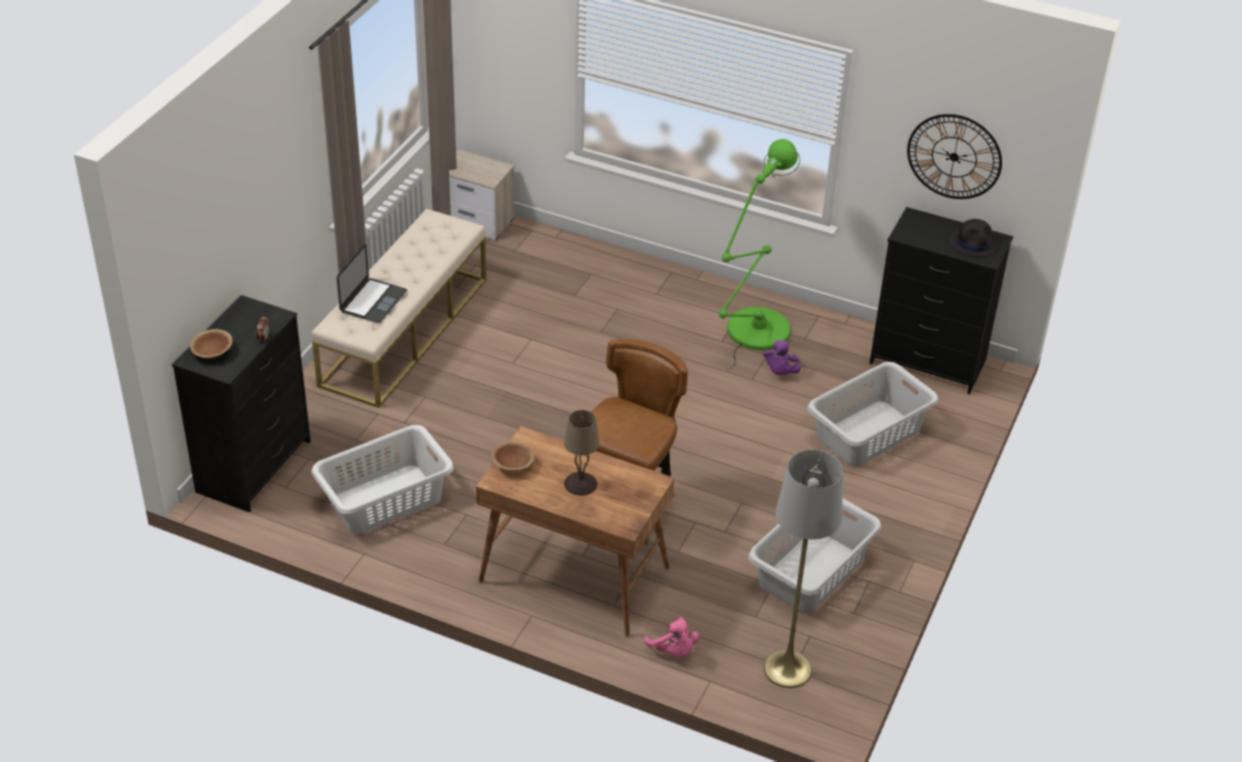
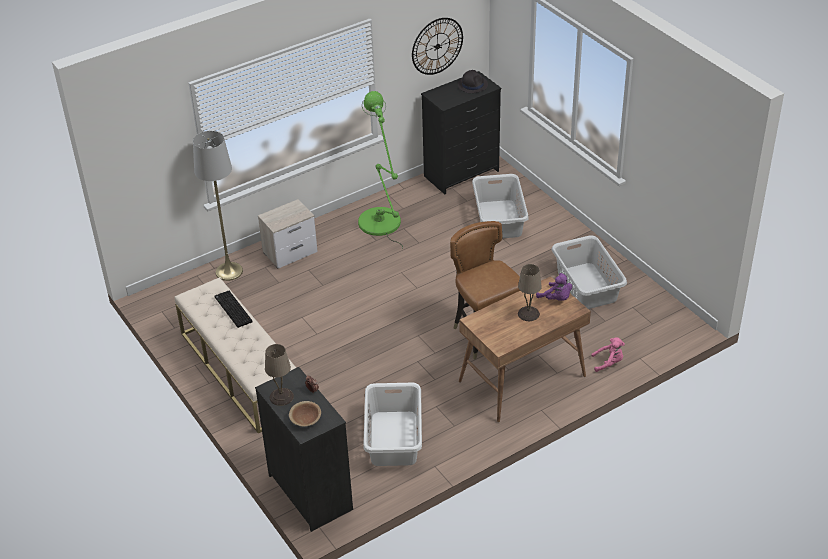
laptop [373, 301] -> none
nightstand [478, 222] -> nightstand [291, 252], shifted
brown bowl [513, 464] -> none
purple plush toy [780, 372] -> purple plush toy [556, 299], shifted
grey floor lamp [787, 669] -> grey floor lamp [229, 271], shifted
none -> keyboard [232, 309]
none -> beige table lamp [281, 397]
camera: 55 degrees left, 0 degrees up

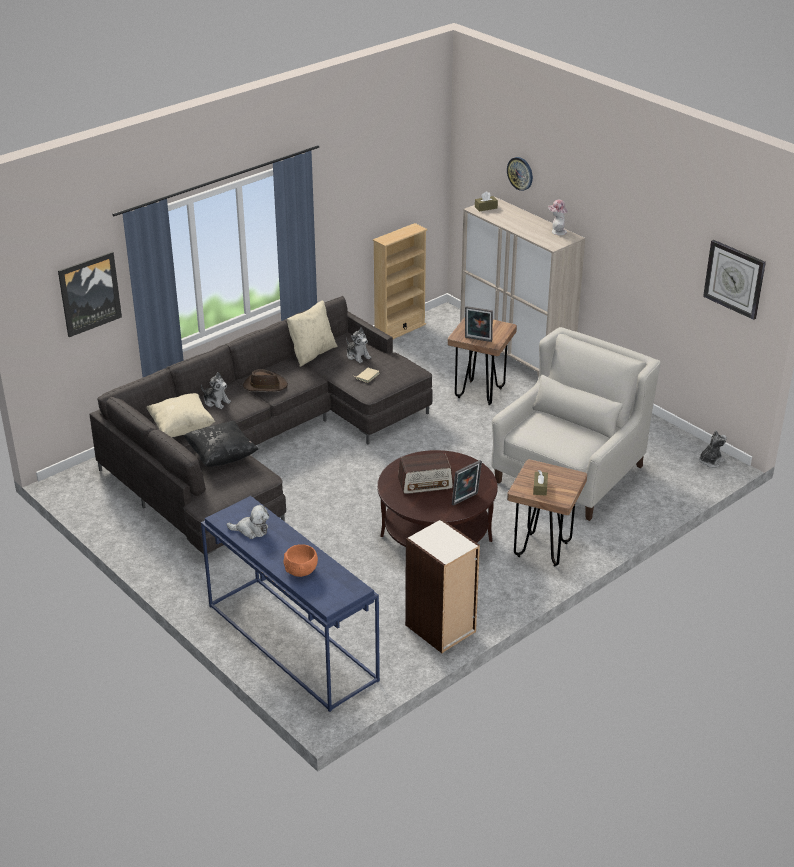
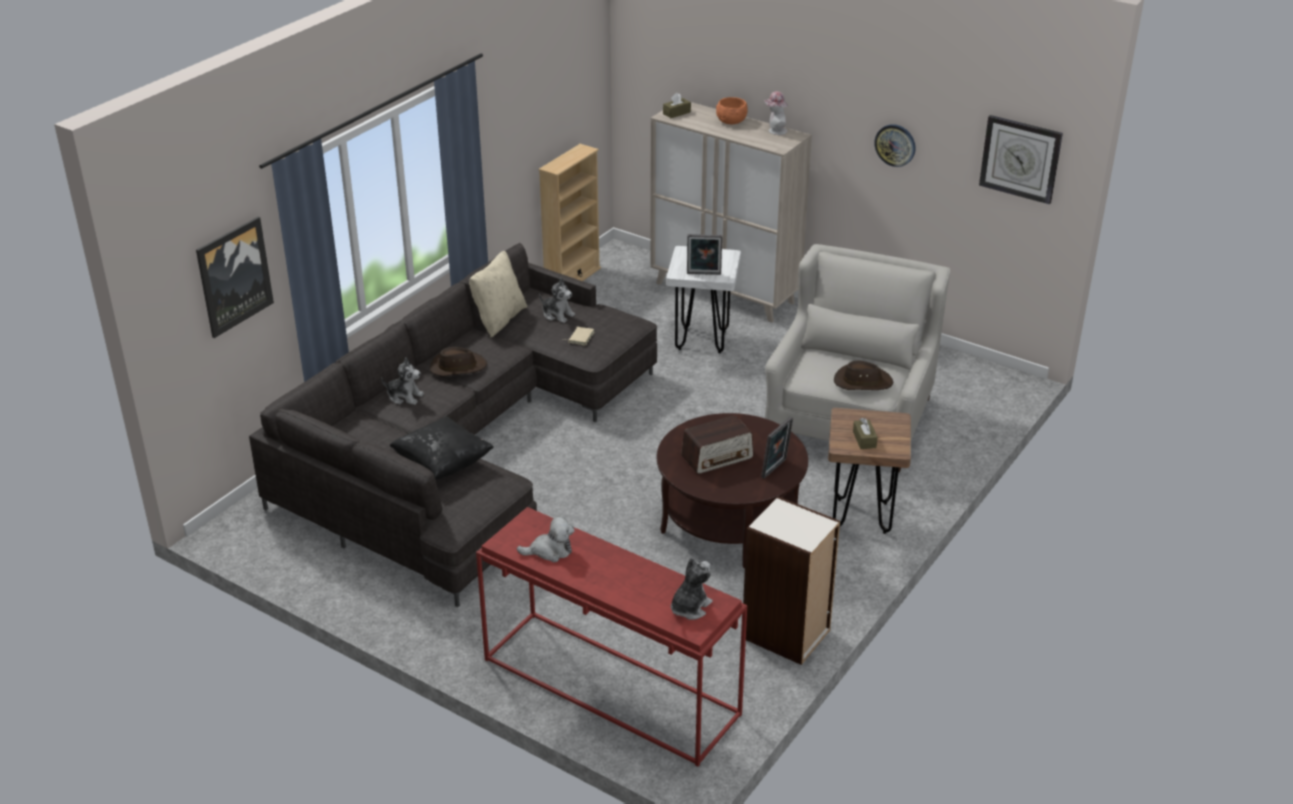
beige pillow [182, 428] -> none
blue console table [289, 642] -> red console table [608, 687]
orange bowl [301, 571] -> orange bowl [732, 121], shifted
brown stool [480, 393] -> white stool [702, 340]
wall clock [520, 173] -> wall clock [895, 145], shifted
plush toy [710, 461] -> plush toy [689, 607], shifted
none -> brown hat [862, 382]
camera: 15 degrees left, 0 degrees up

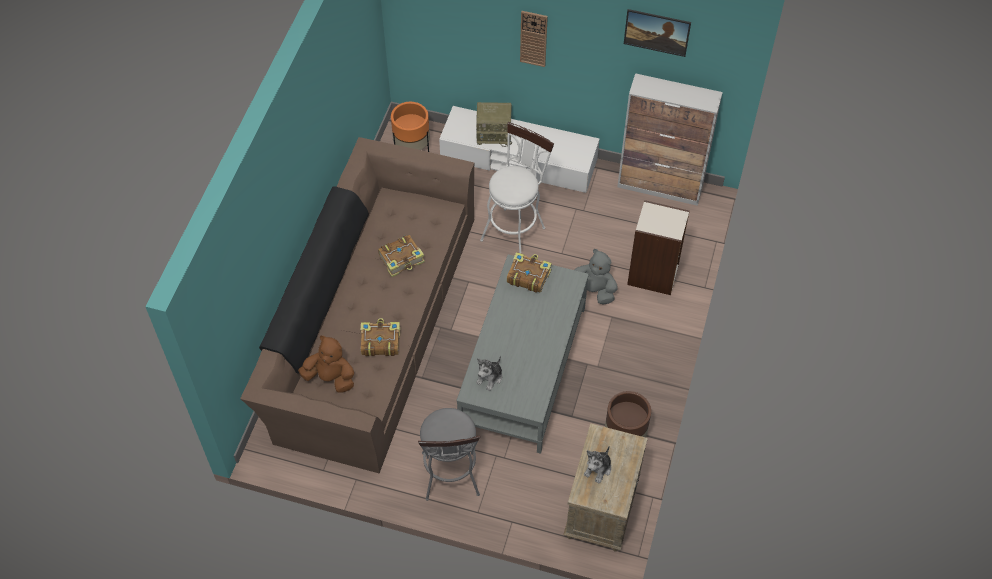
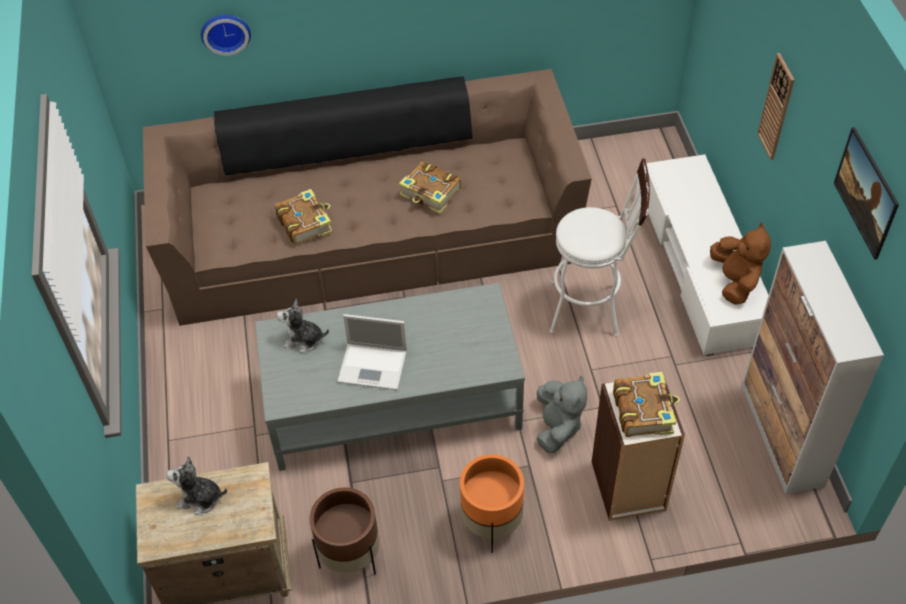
brown plush toy [330, 378] -> brown plush toy [735, 281], shifted
orange planter [412, 148] -> orange planter [491, 523], shifted
grey stool [451, 479] -> none
radio [494, 134] -> none
book [528, 276] -> book [643, 410], shifted
none -> wall clock [225, 31]
none -> laptop [374, 366]
camera: 65 degrees right, 5 degrees down

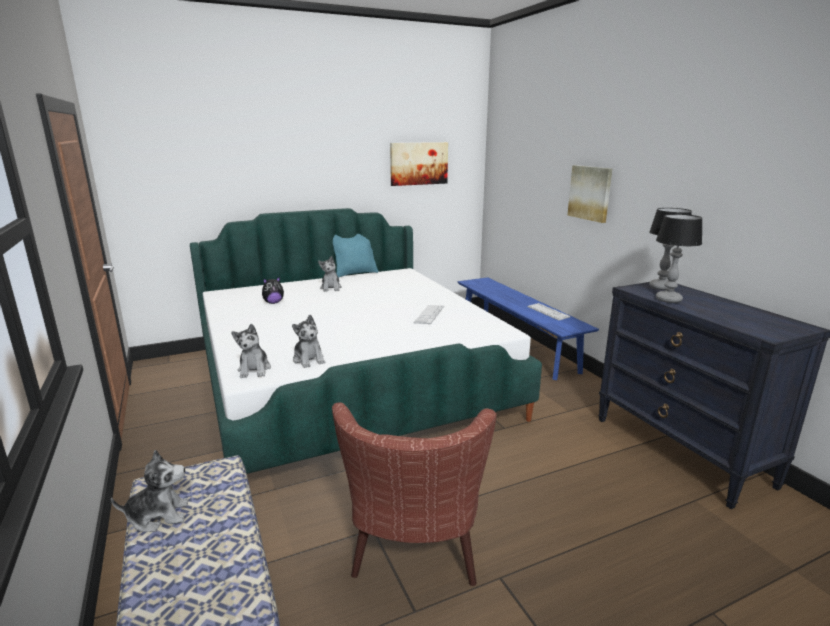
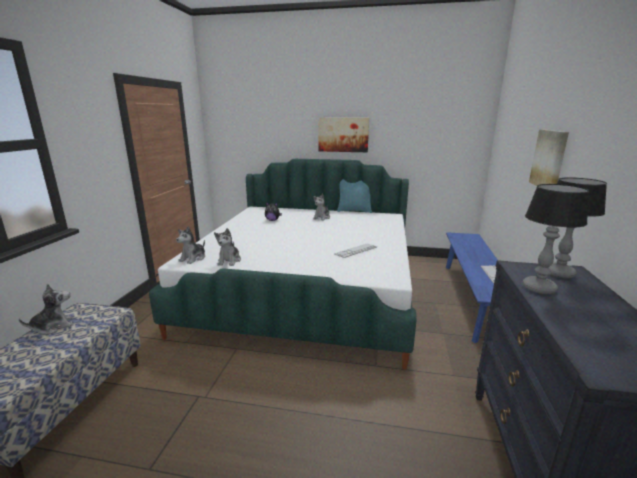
plush toy [158, 516] -> plush toy [53, 326], 60 degrees counterclockwise
brown armchair [415, 551] -> none
picture [418, 163] -> picture [343, 134], shifted
camera: 35 degrees right, 0 degrees up

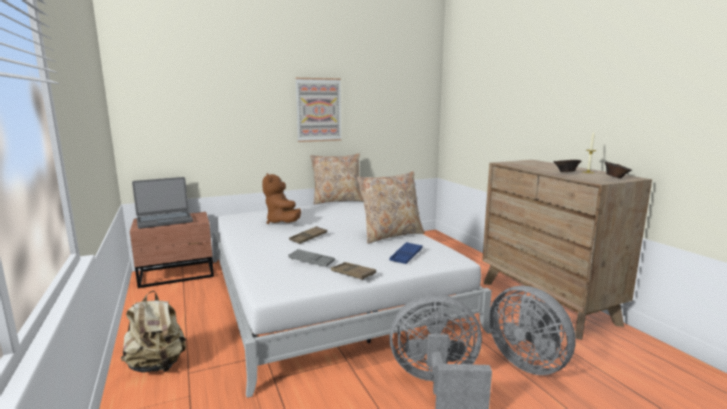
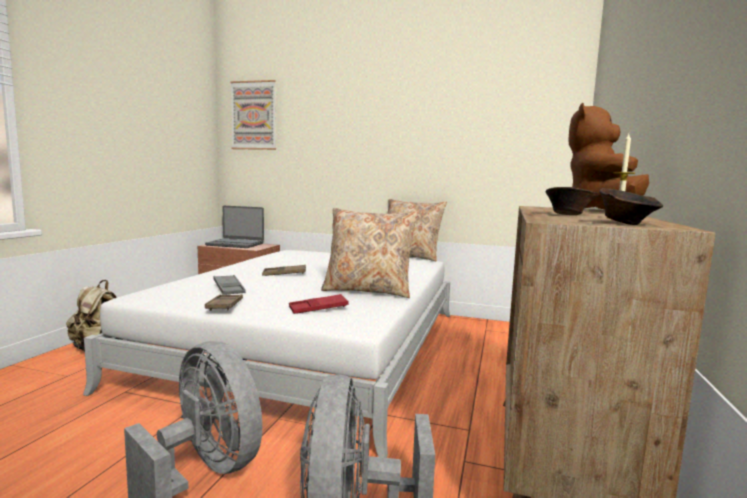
brown plush toy [282, 222] -> brown plush toy [600, 211], shifted
picture [318, 110] -> picture [253, 115], shifted
blue tray [406, 256] -> red tray [318, 308]
camera: 40 degrees right, 5 degrees down

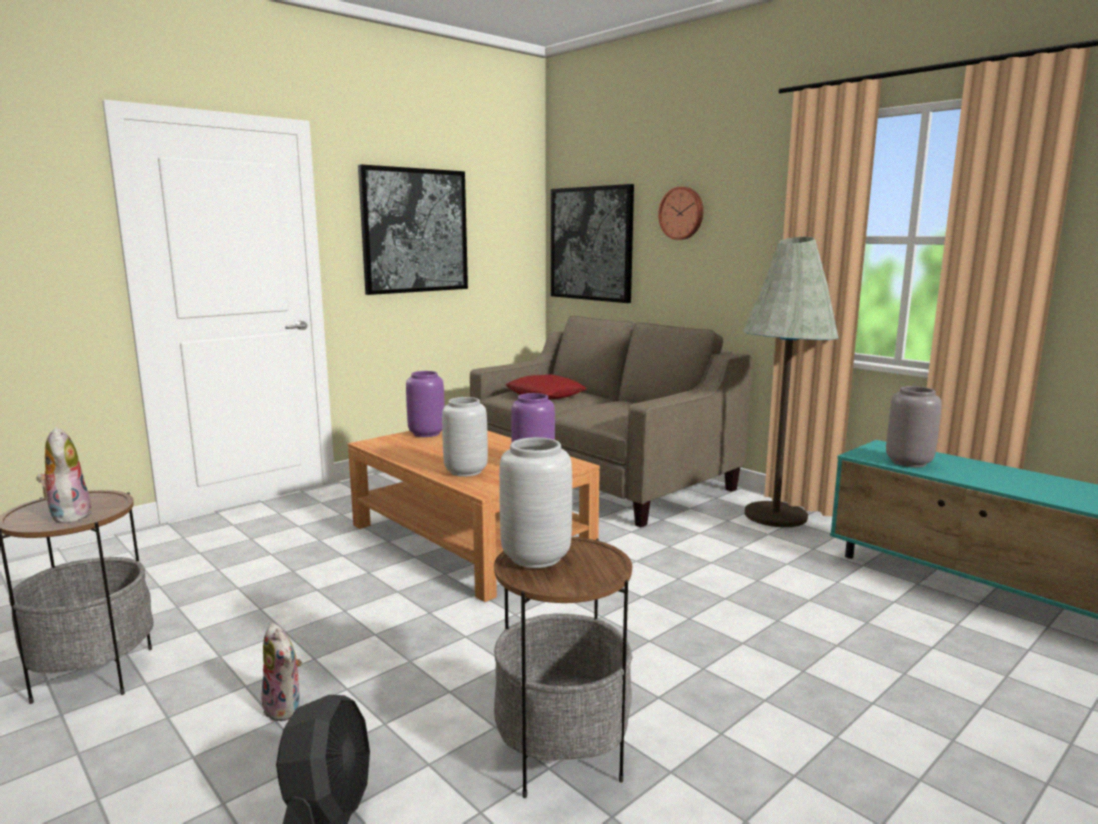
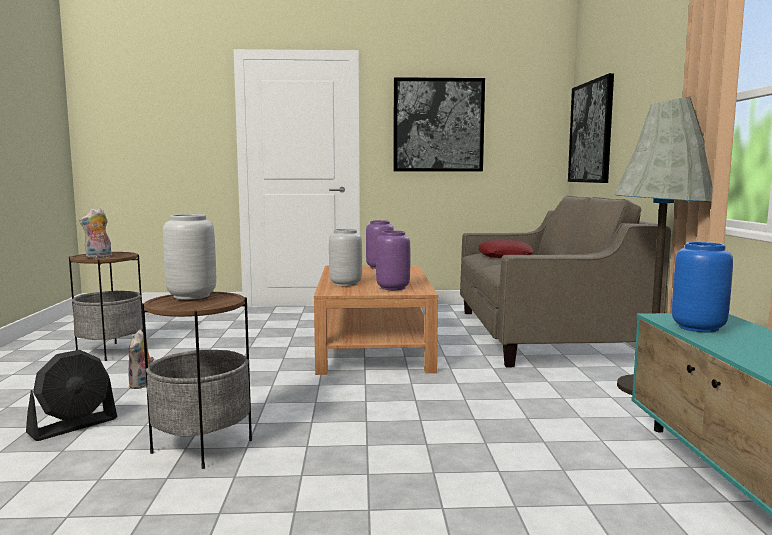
plush toy [68, 515] -> plush toy [98, 257], 150 degrees counterclockwise
wall clock [682, 213] -> none
grey vase [908, 462] -> blue vase [699, 327]
camera: 40 degrees right, 5 degrees down

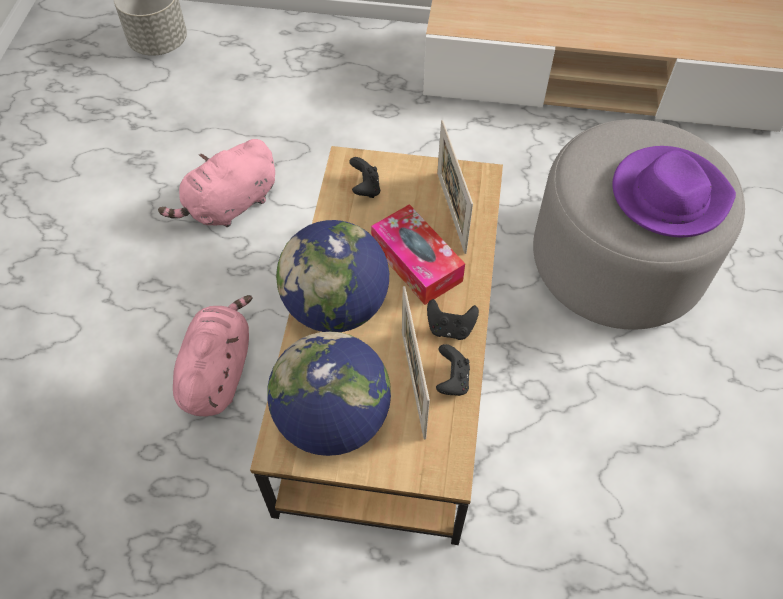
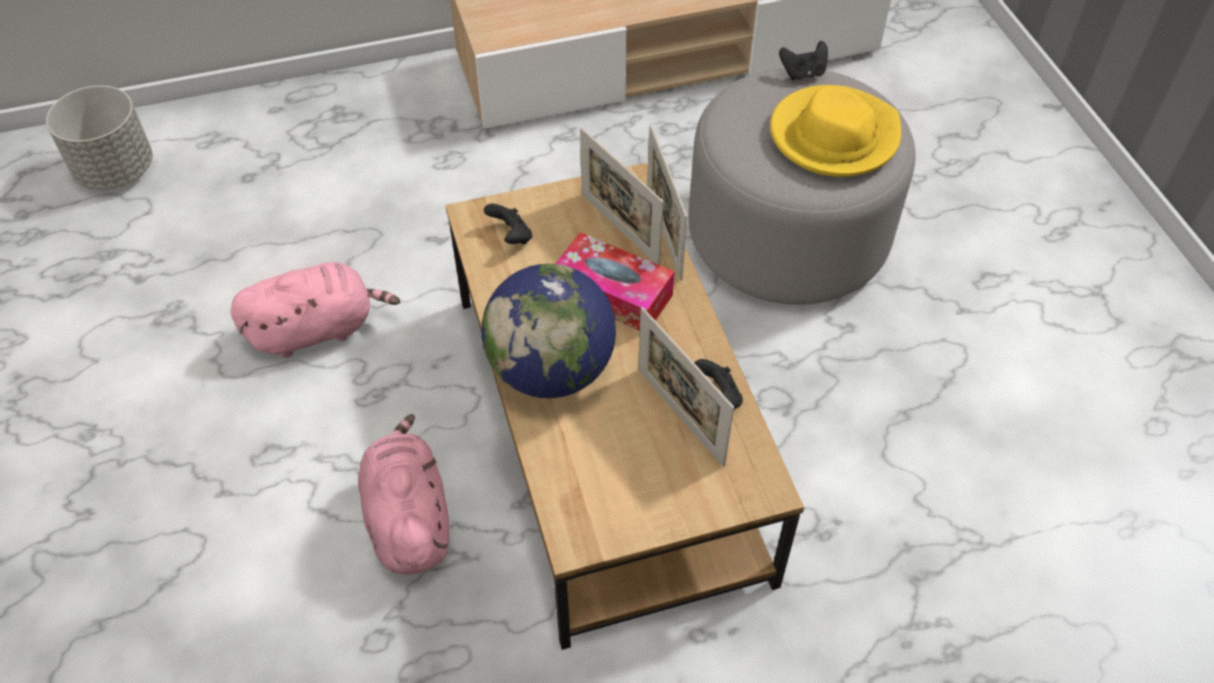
pink plush toy [229, 205] -> pink plush toy [317, 329], 135 degrees counterclockwise
globe [333, 419] -> none
black game controller [450, 328] -> black game controller [803, 73], shifted
purple hat [669, 195] -> yellow hat [833, 136]
none -> picture frame [664, 234]
camera: 25 degrees left, 5 degrees down

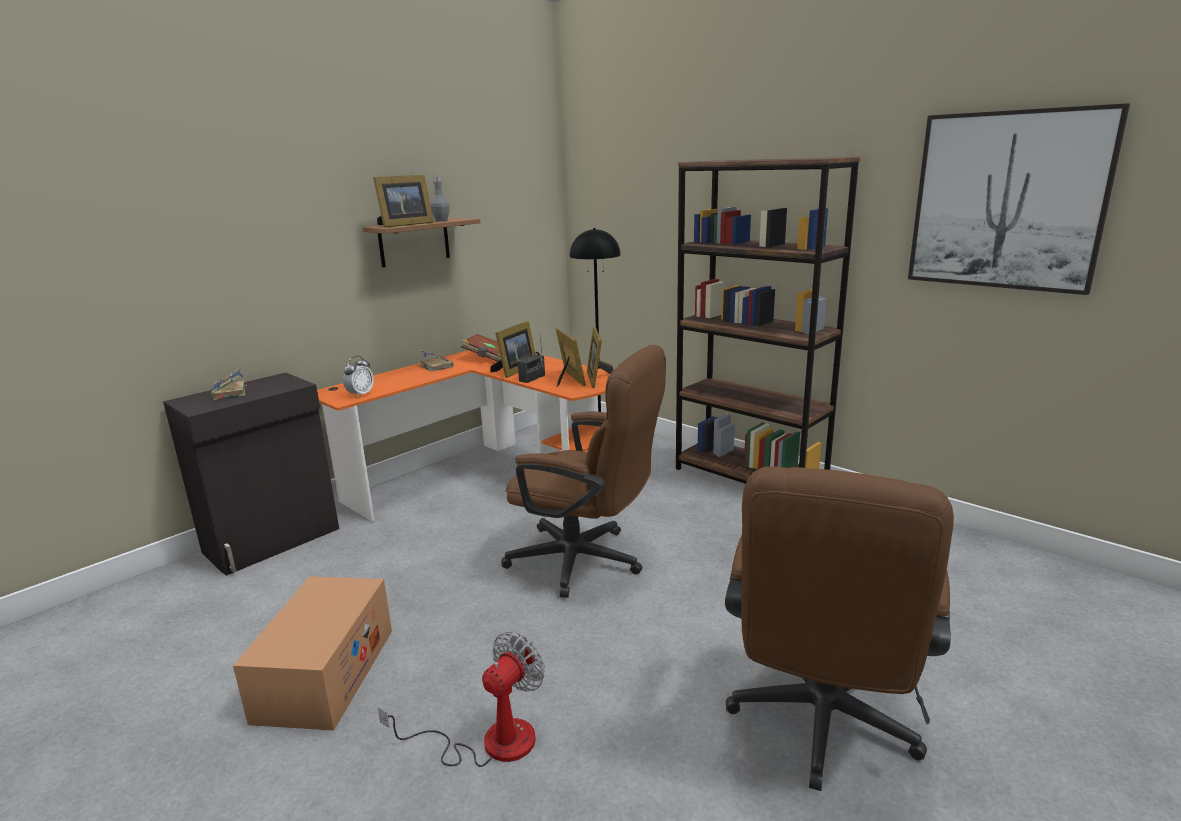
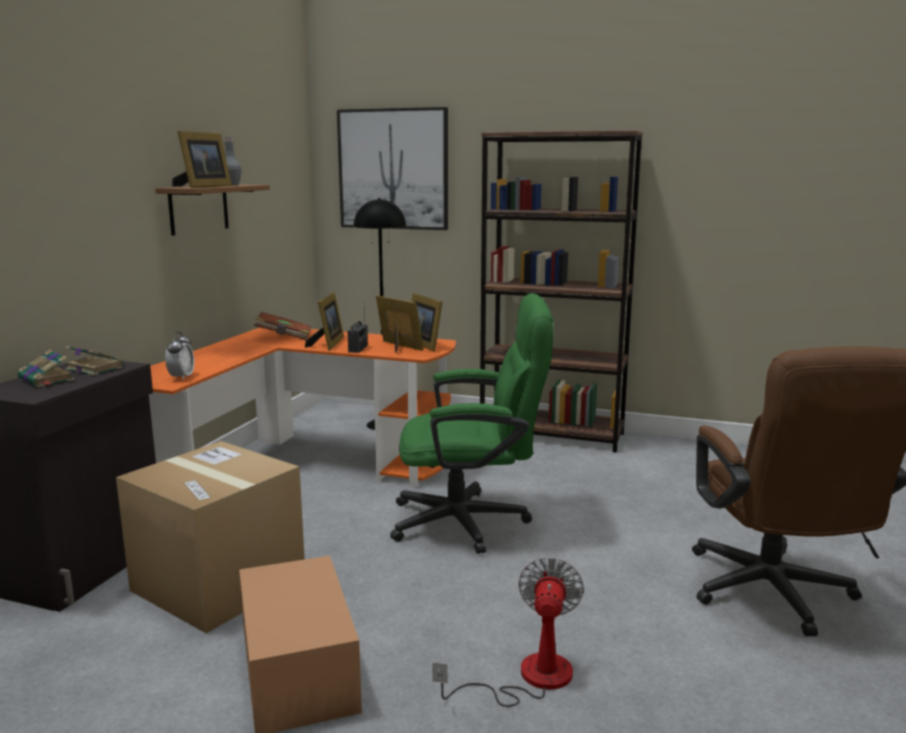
book [436, 366] -> book [94, 368], shifted
brown office chair [586, 562] -> green office chair [472, 522]
picture [1007, 201] -> picture [393, 169], shifted
none -> cardboard box [219, 583]
camera: 25 degrees left, 5 degrees down

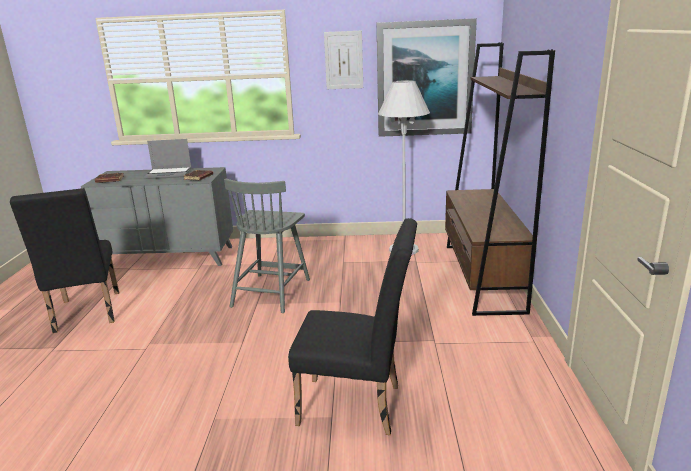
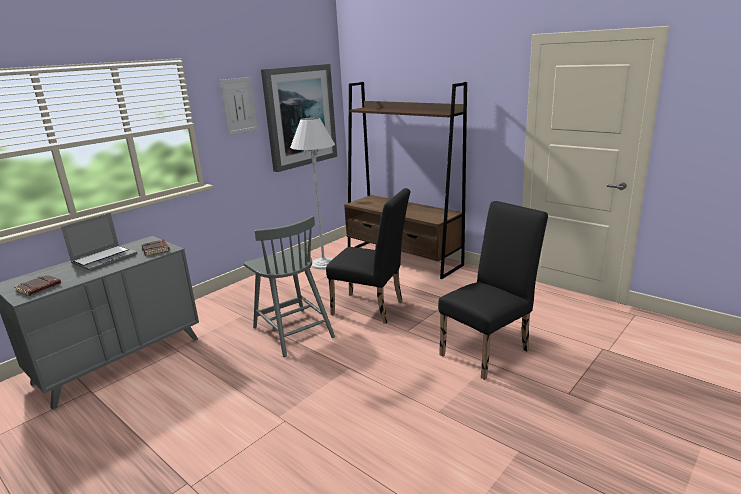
black chair [86, 315] -> black chair [372, 309], shifted
camera: 50 degrees left, 0 degrees up

